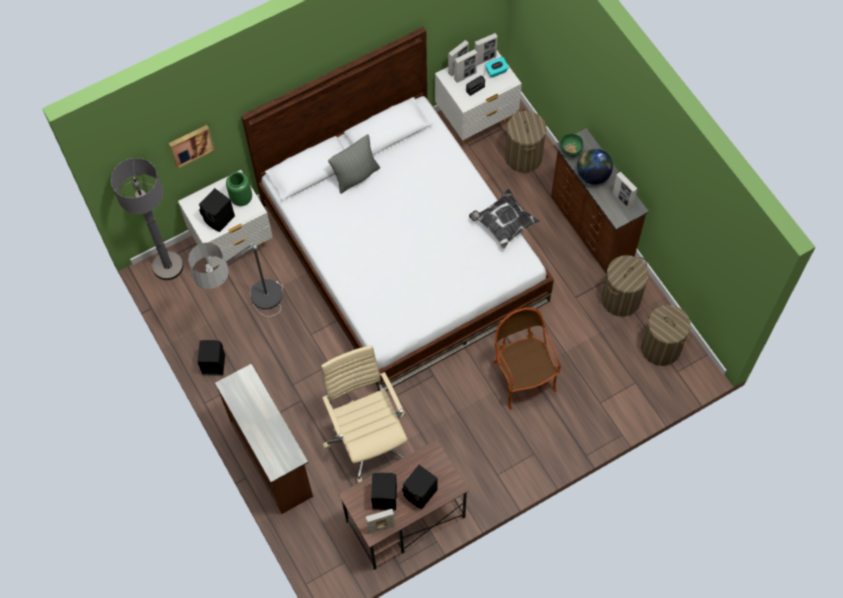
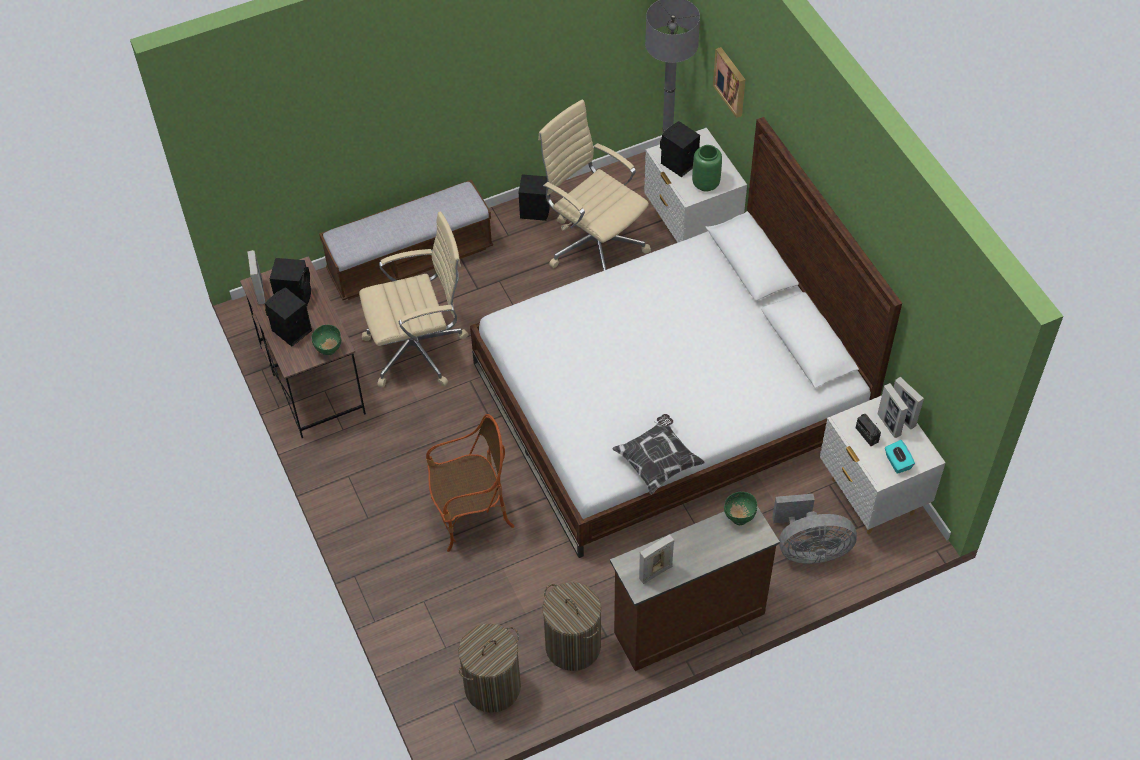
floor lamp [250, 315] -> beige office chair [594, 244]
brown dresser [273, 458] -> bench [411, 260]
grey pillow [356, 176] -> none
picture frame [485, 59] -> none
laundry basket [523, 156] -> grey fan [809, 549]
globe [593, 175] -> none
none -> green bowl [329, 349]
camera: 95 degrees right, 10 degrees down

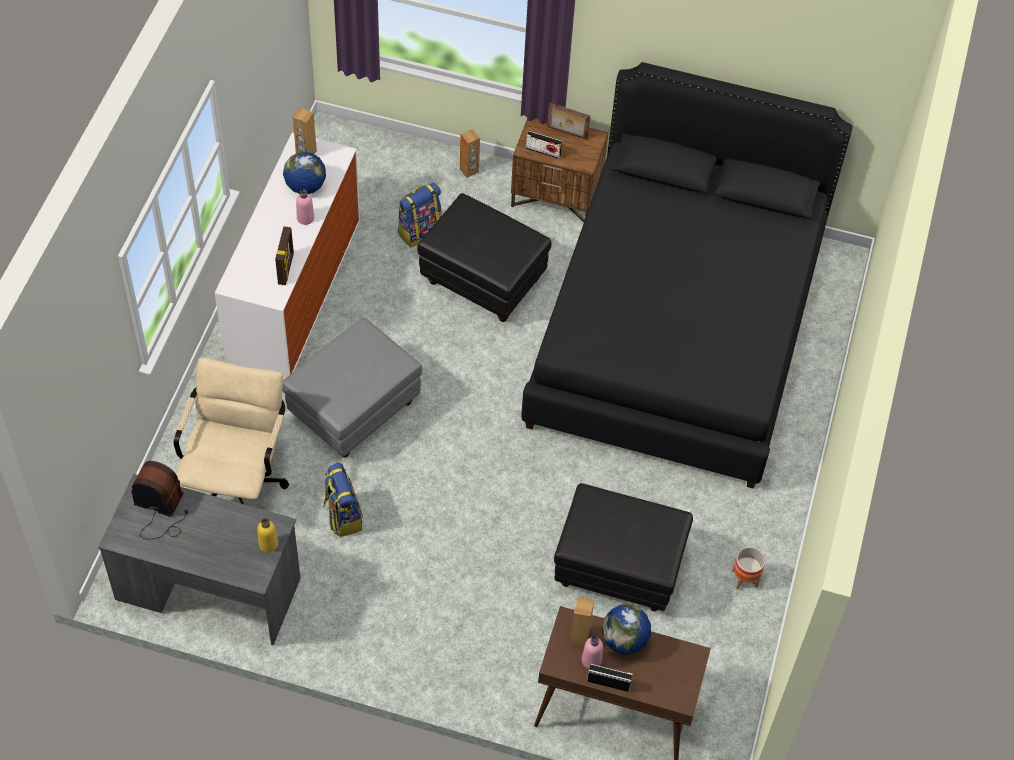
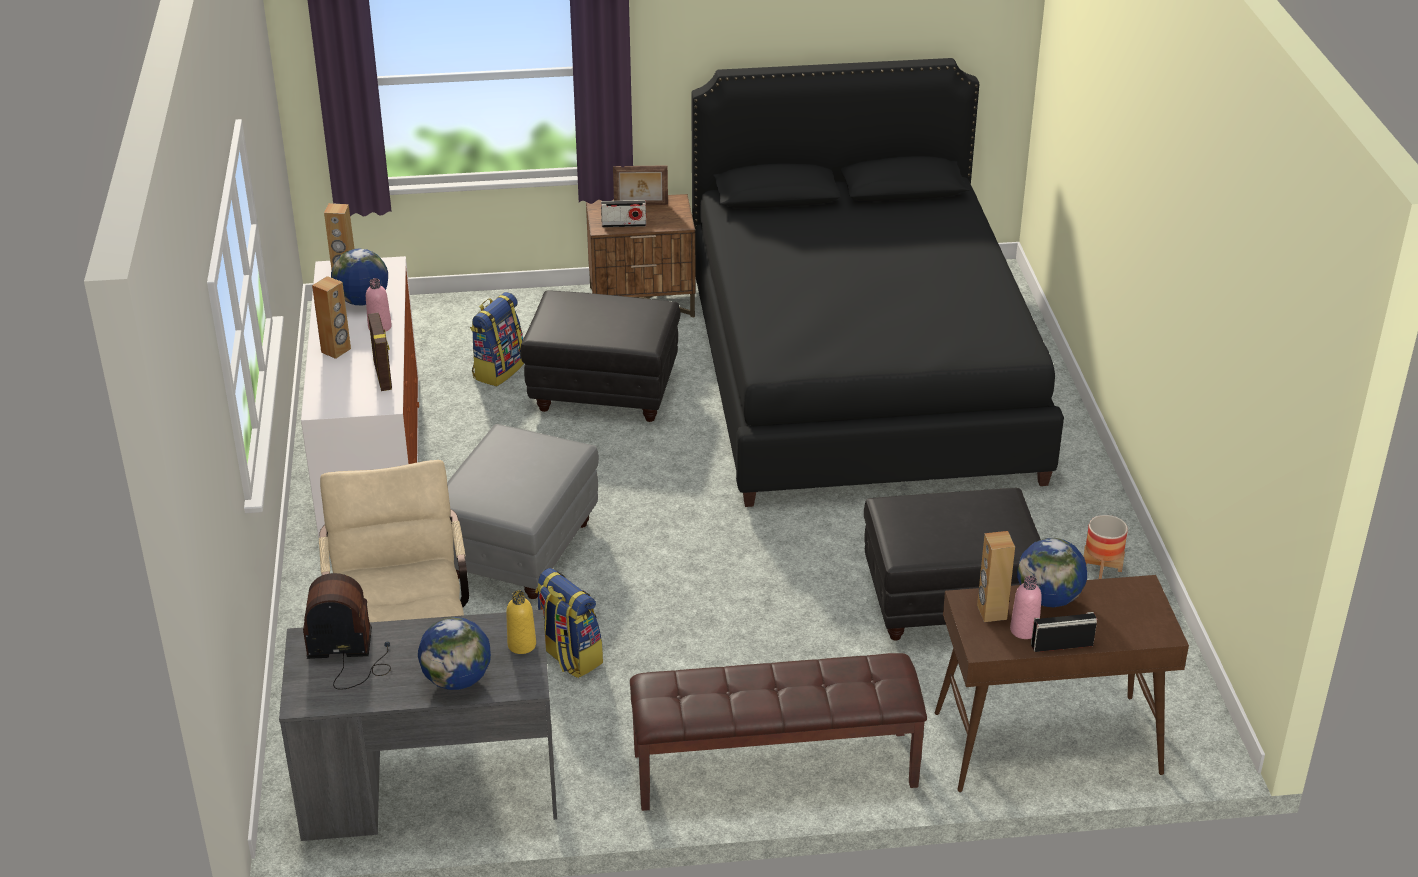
brown speaker [469, 171] -> brown speaker [336, 350], shifted
none -> globe [457, 680]
none -> brown bench [774, 770]
camera: 20 degrees left, 20 degrees down

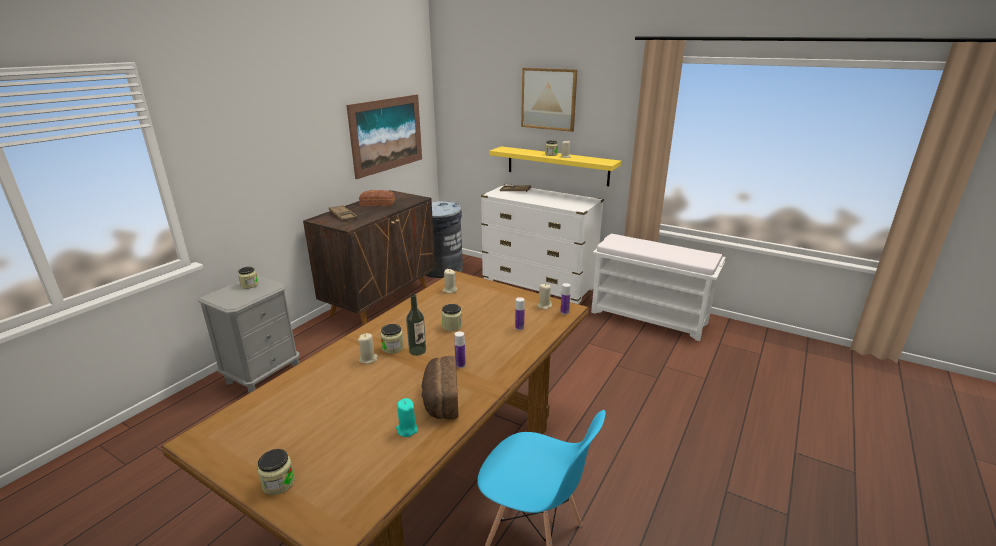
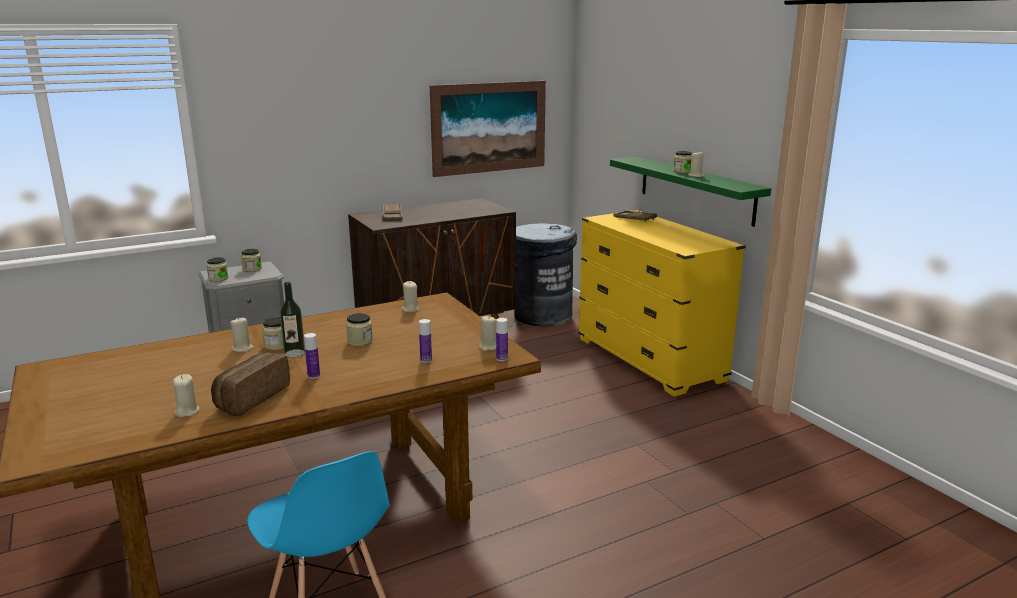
jar [278, 483] -> jar [218, 278], shifted
bread [377, 203] -> none
turquoise candle [407, 430] -> beige candle [187, 411]
white dresser [538, 284] -> yellow dresser [649, 360]
yellow shelf [557, 165] -> green shelf [695, 189]
picture [549, 99] -> none
white bench [649, 317] -> none
camera: 30 degrees right, 5 degrees down

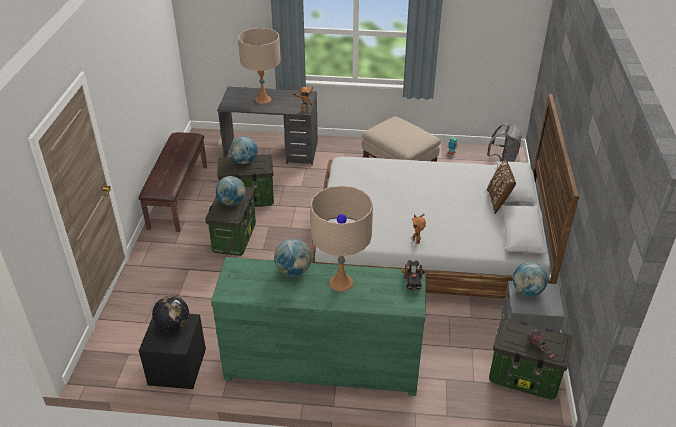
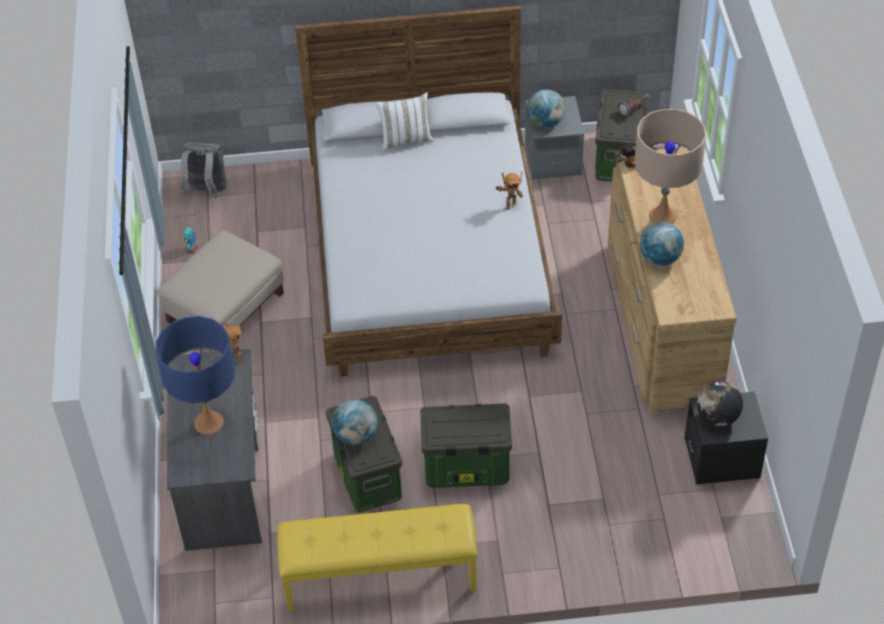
brown bench [178, 196] -> yellow bench [380, 577]
green dresser [322, 363] -> brown dresser [661, 324]
globe [232, 202] -> none
beige table lamp [263, 99] -> blue table lamp [209, 422]
brown pillow [498, 201] -> white pillow [405, 139]
camera: 100 degrees left, 10 degrees up

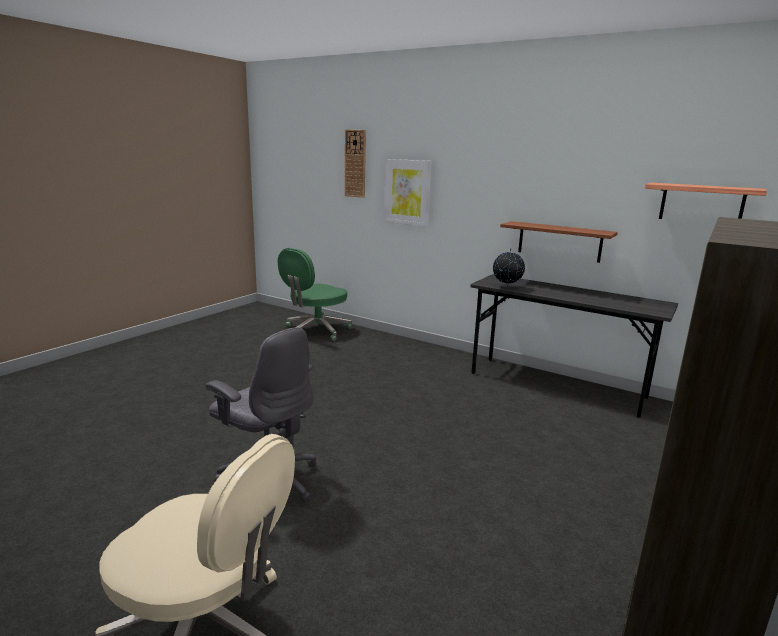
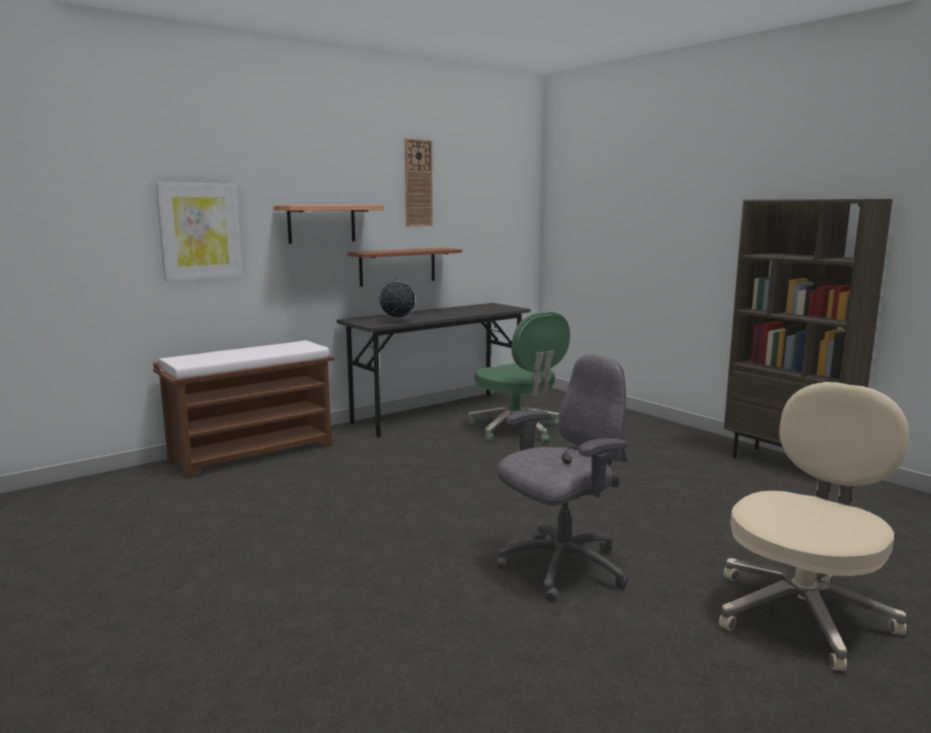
green office chair [316, 331] -> green office chair [517, 430], shifted
wall clock [355, 163] -> wall clock [418, 183], shifted
shelf [701, 203] -> shelf [321, 223], shifted
none -> brown bench [254, 453]
camera: 70 degrees left, 5 degrees down

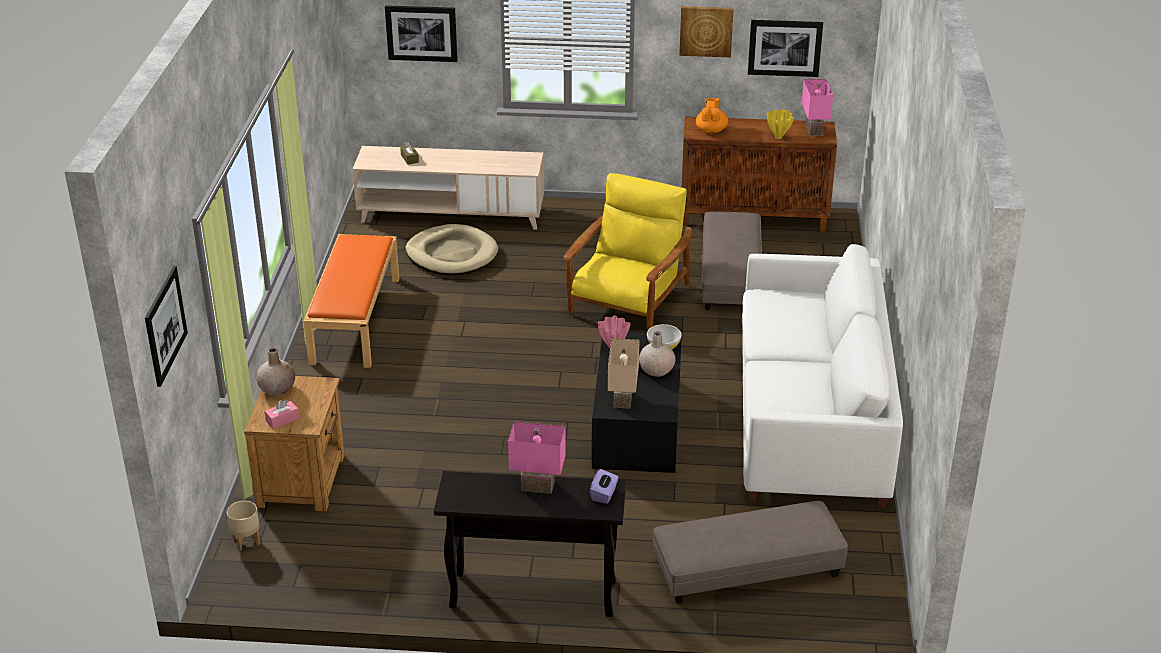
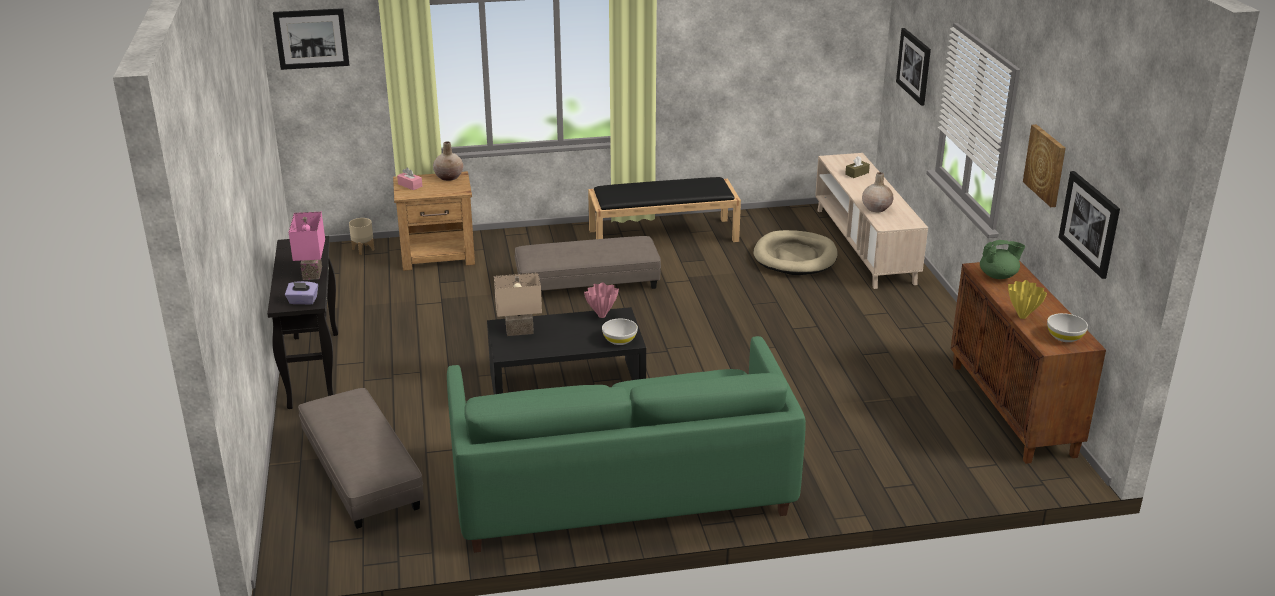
orange bench [355, 319] -> black bench [664, 235]
yellow armchair [628, 301] -> none
beige vase [656, 370] -> beige vase [876, 208], shifted
orange teapot [711, 130] -> green teapot [998, 276]
grey ottoman [730, 275] -> grey ottoman [587, 282], shifted
white sofa [811, 417] -> green sofa [620, 488]
pink table lamp [813, 130] -> white bowl [1064, 337]
camera: 75 degrees right, 5 degrees down

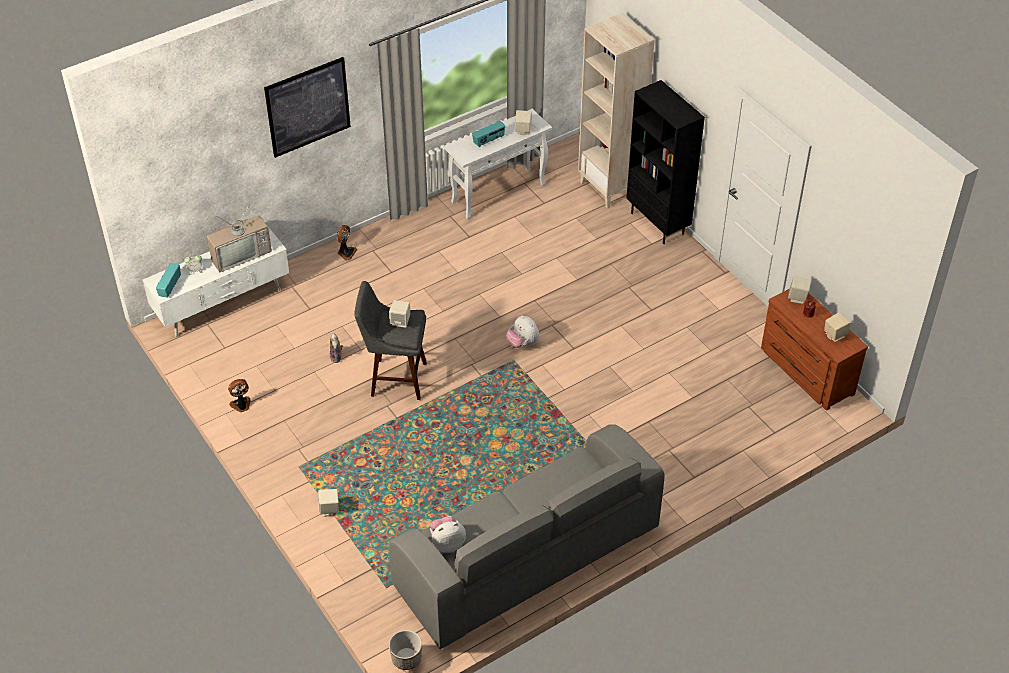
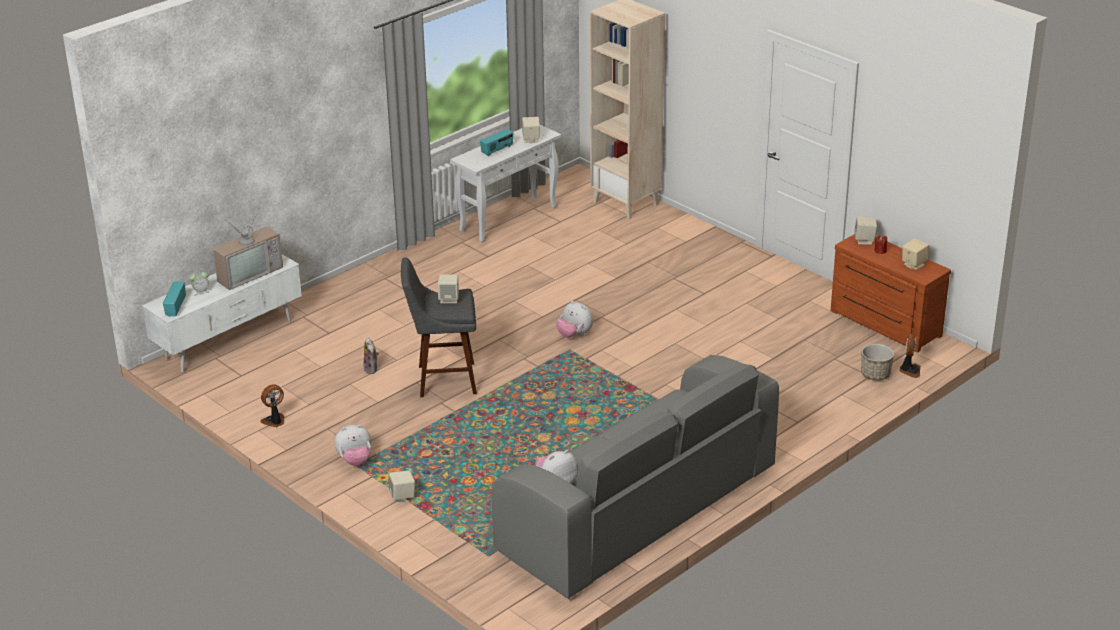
picture [308, 107] -> none
fan [346, 252] -> fan [909, 370], shifted
planter [406, 658] -> planter [875, 374], shifted
black bookcase [658, 223] -> none
none -> plush toy [355, 460]
camera: 10 degrees left, 15 degrees down

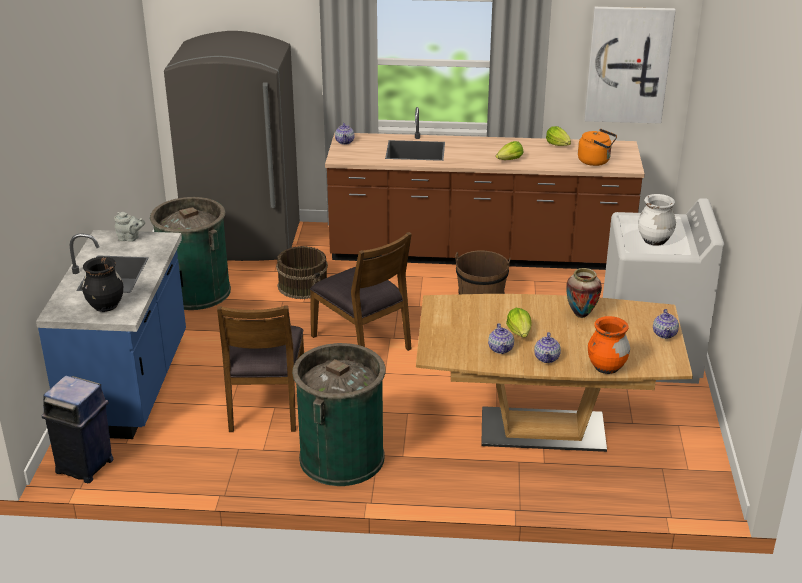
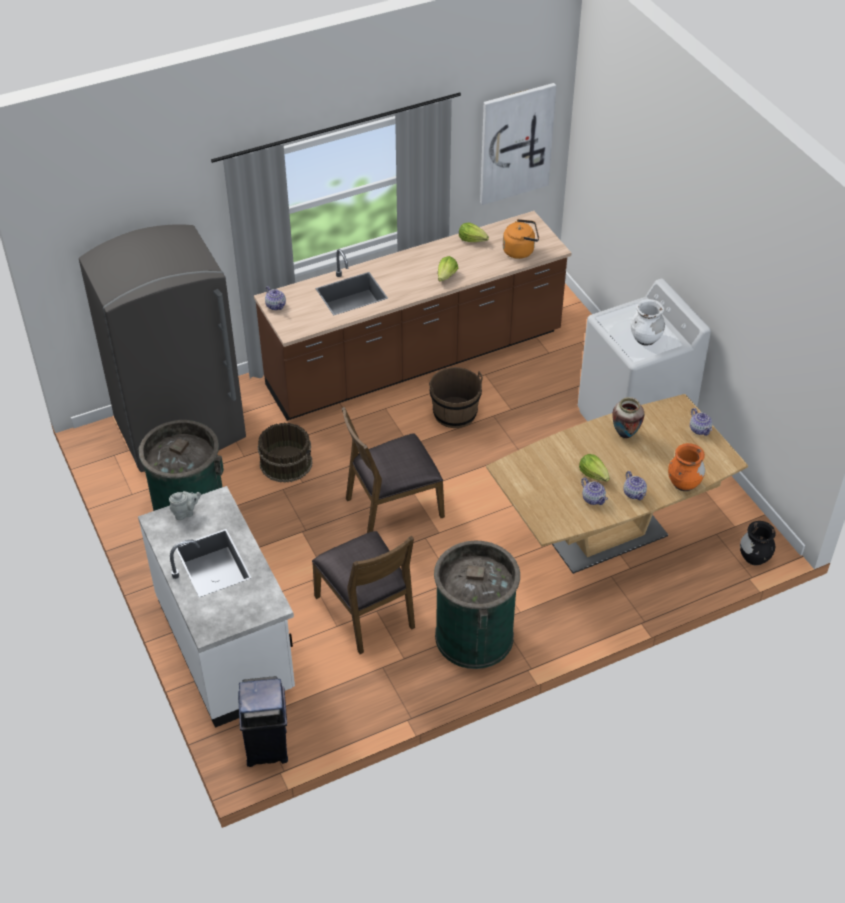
blue counter [130, 385] -> white counter [227, 645]
black vase [106, 306] -> black vase [754, 558], shifted
brown chair [363, 342] -> brown chair [393, 506], 135 degrees clockwise
camera: 30 degrees left, 15 degrees up

